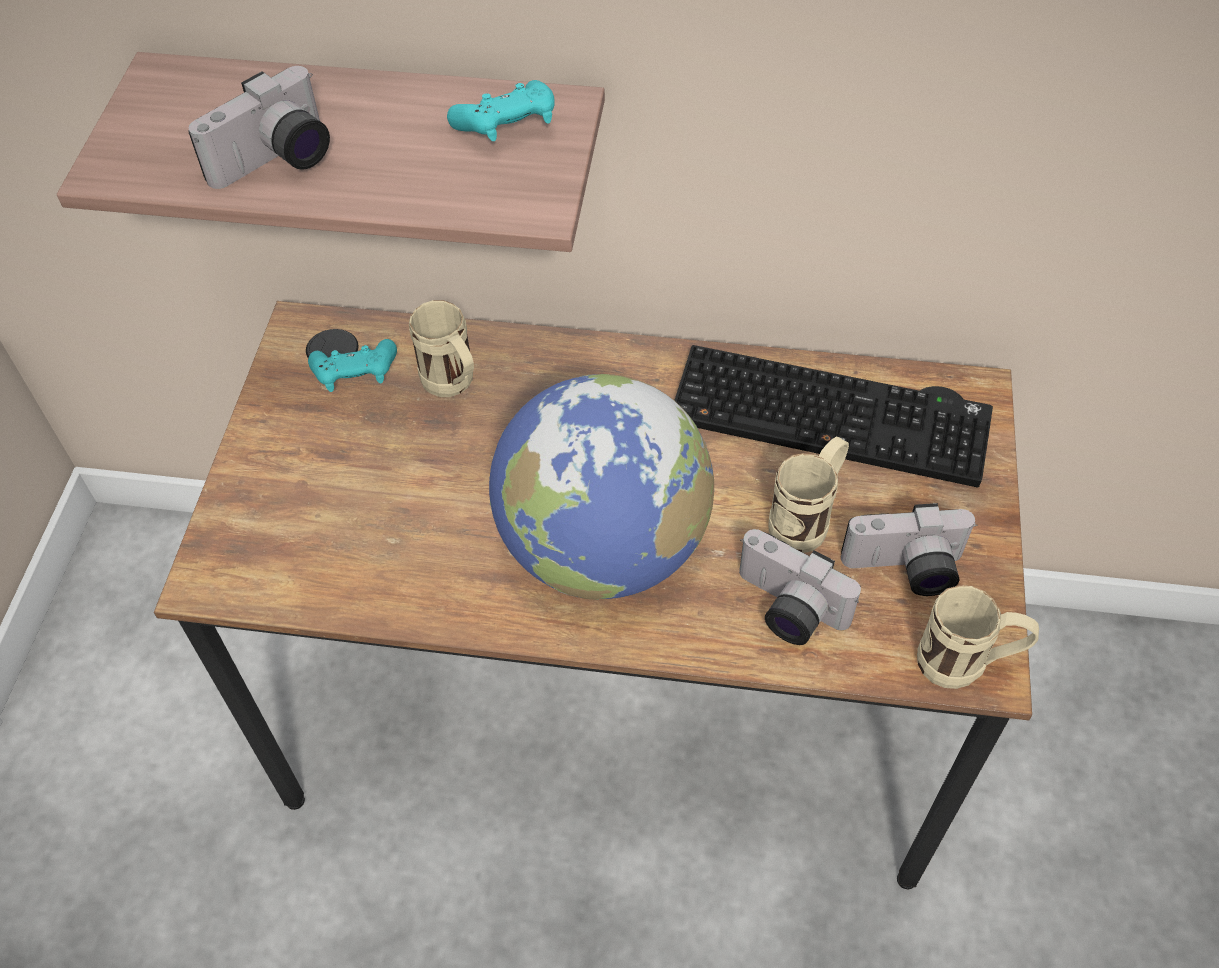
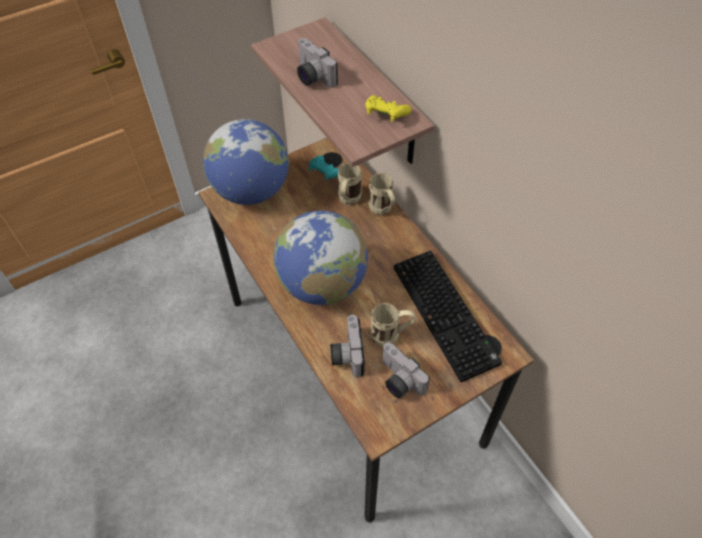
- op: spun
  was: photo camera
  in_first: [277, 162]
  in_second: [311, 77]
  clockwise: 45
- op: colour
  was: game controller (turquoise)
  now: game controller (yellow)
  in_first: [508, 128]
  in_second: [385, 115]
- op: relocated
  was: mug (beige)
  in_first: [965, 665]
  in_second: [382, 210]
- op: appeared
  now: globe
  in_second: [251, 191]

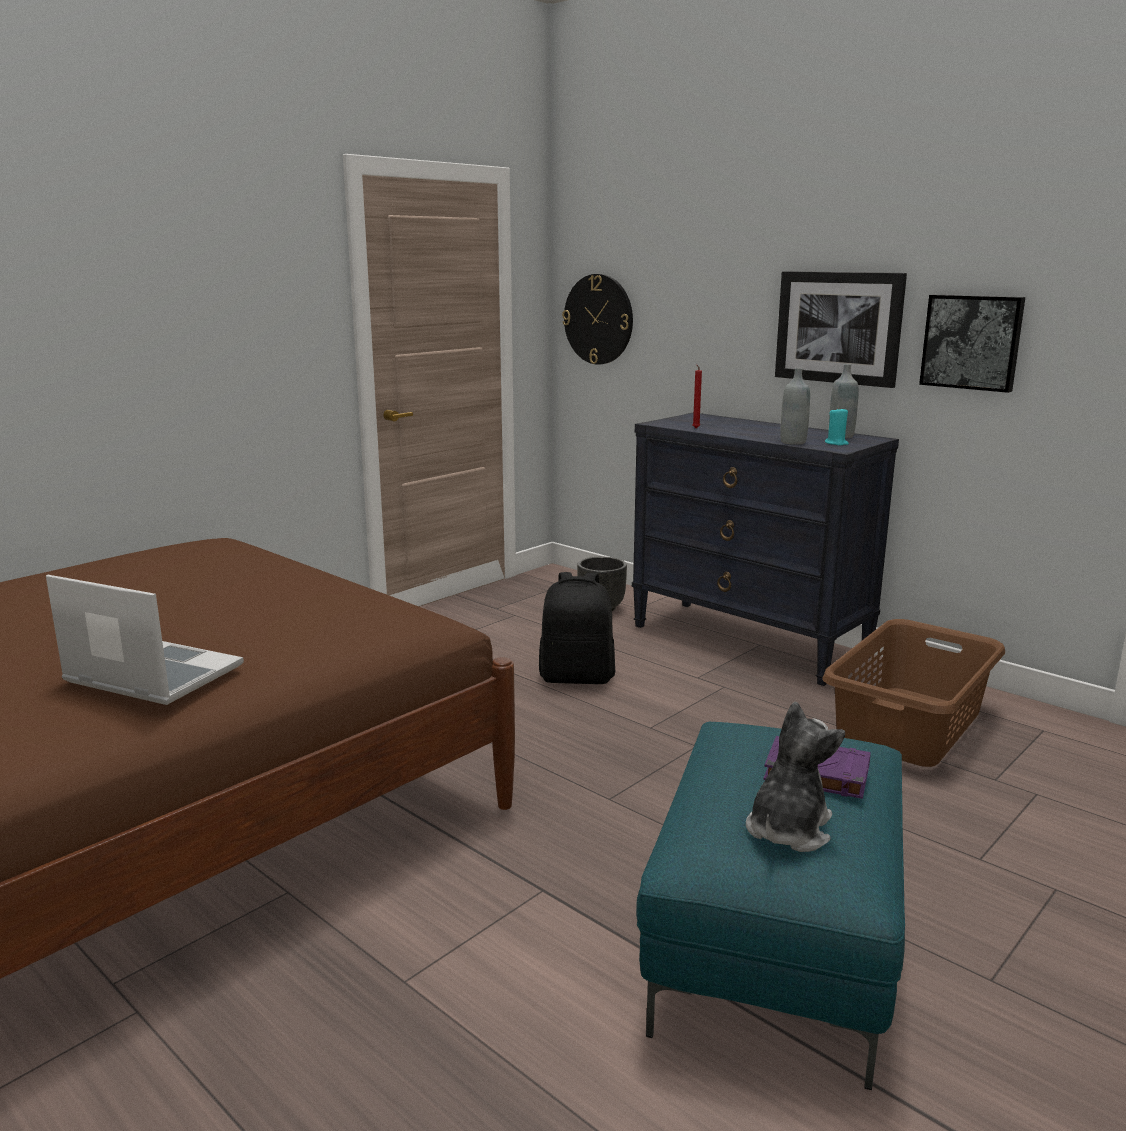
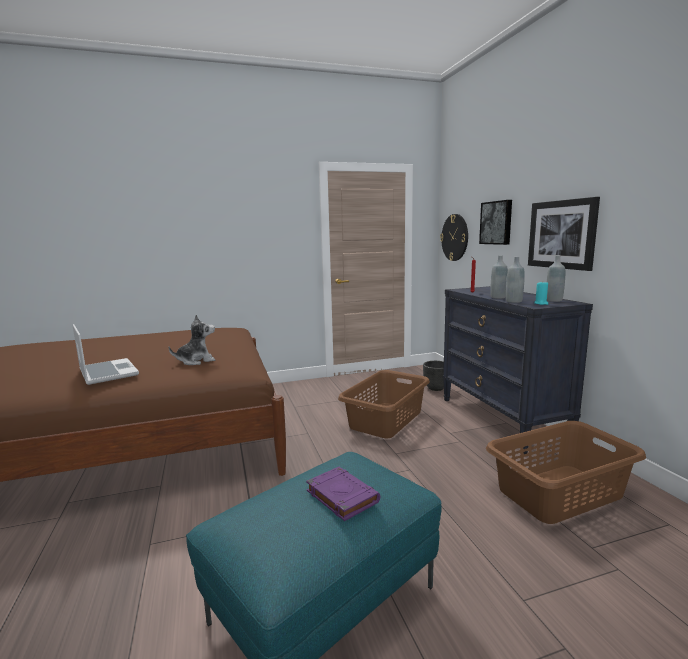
- op: exchanged
  was: backpack (black)
  now: laundry basket (brown)
  in_first: [577, 677]
  in_second: [386, 419]
- op: relocated
  was: plush toy
  in_first: [788, 829]
  in_second: [196, 361]
- op: relocated
  was: picture
  in_first: [972, 342]
  in_second: [496, 223]
- op: appeared
  now: bottle (grey)
  in_second: [498, 297]

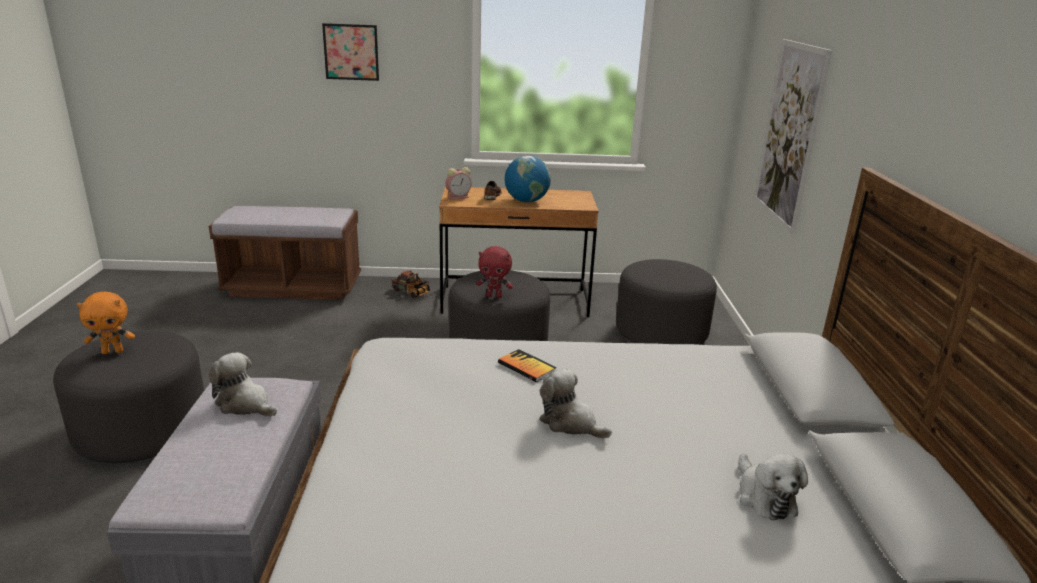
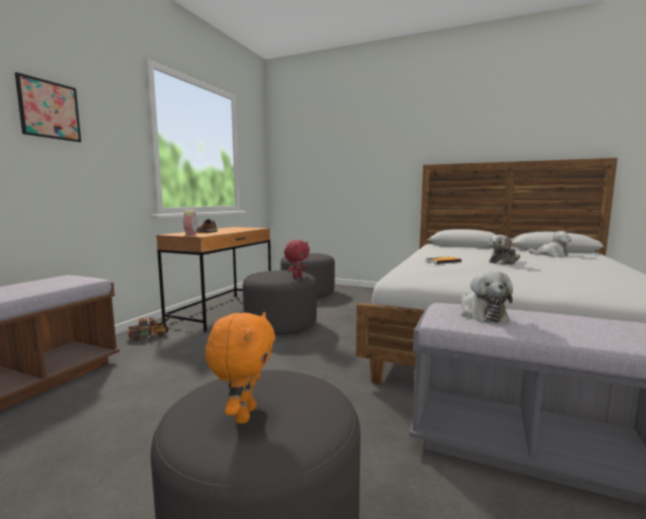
- op: spun
  was: plush toy
  in_first: [245, 404]
  in_second: [481, 314]
  clockwise: -60
- op: missing
  was: globe
  in_first: [526, 201]
- op: missing
  was: picture
  in_first: [789, 134]

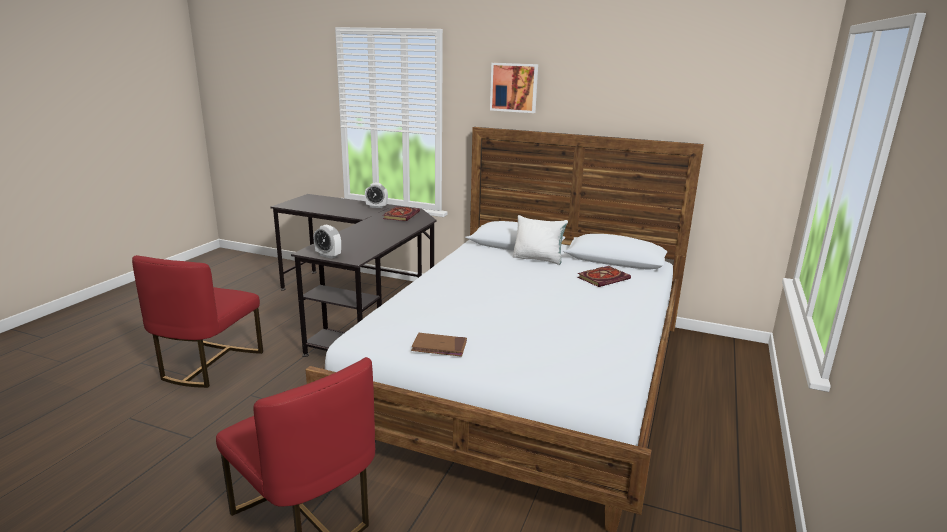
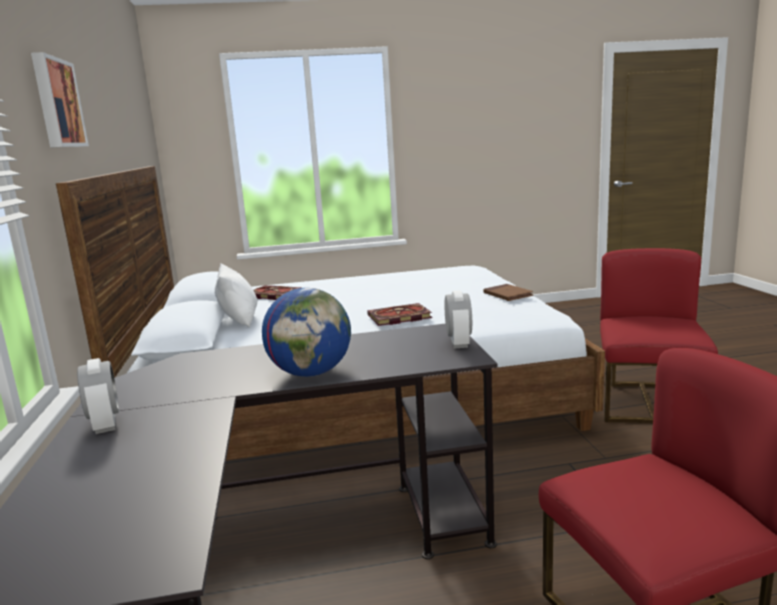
- op: relocated
  was: book
  in_first: [401, 215]
  in_second: [398, 317]
- op: appeared
  now: globe
  in_second: [311, 373]

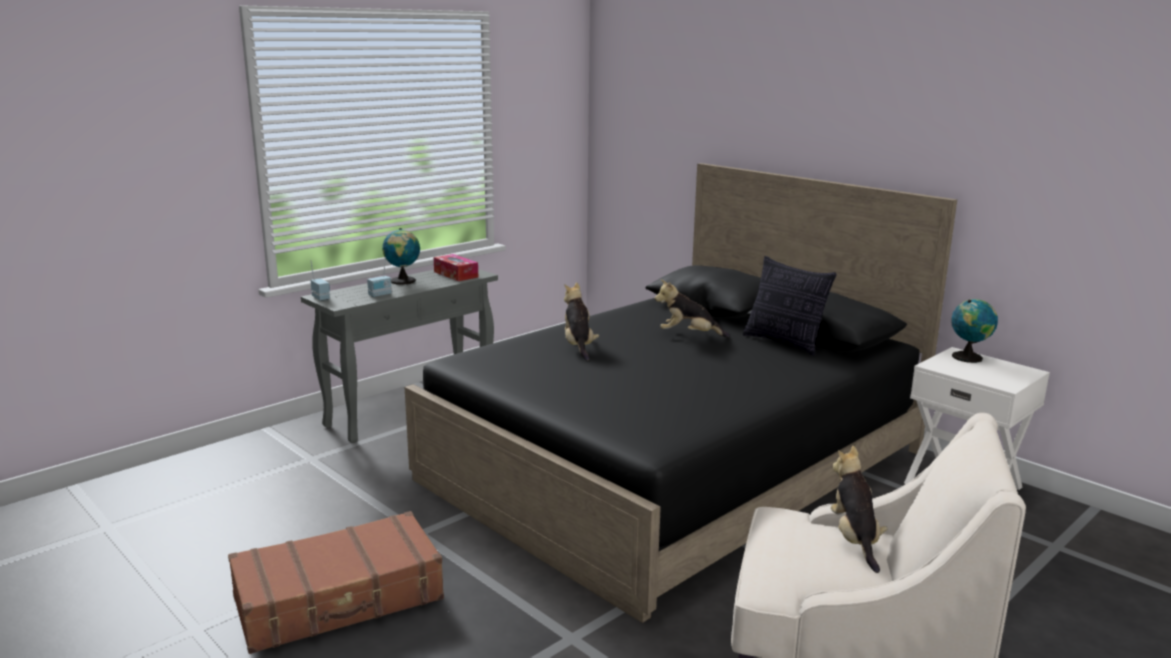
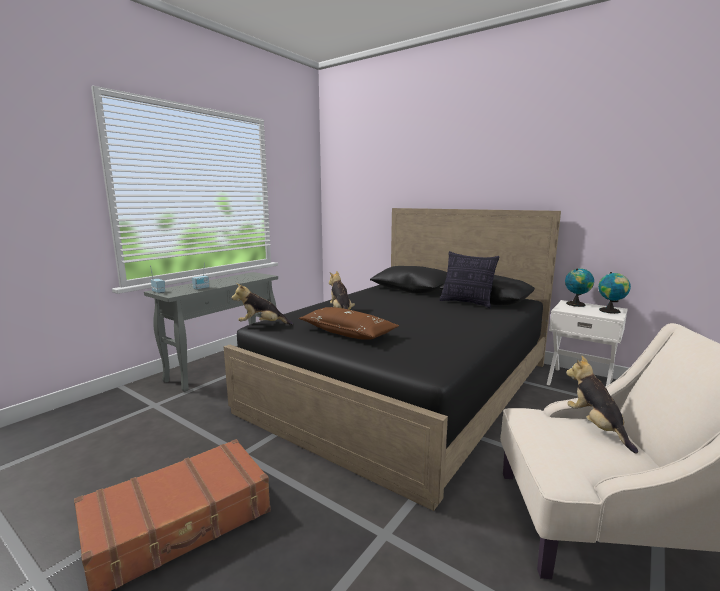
- op: relocated
  was: globe
  in_first: [403, 281]
  in_second: [611, 311]
- op: missing
  was: tissue box
  in_first: [456, 274]
- op: relocated
  was: plush toy
  in_first: [688, 335]
  in_second: [262, 325]
- op: appeared
  now: pillow (brown)
  in_second: [348, 332]

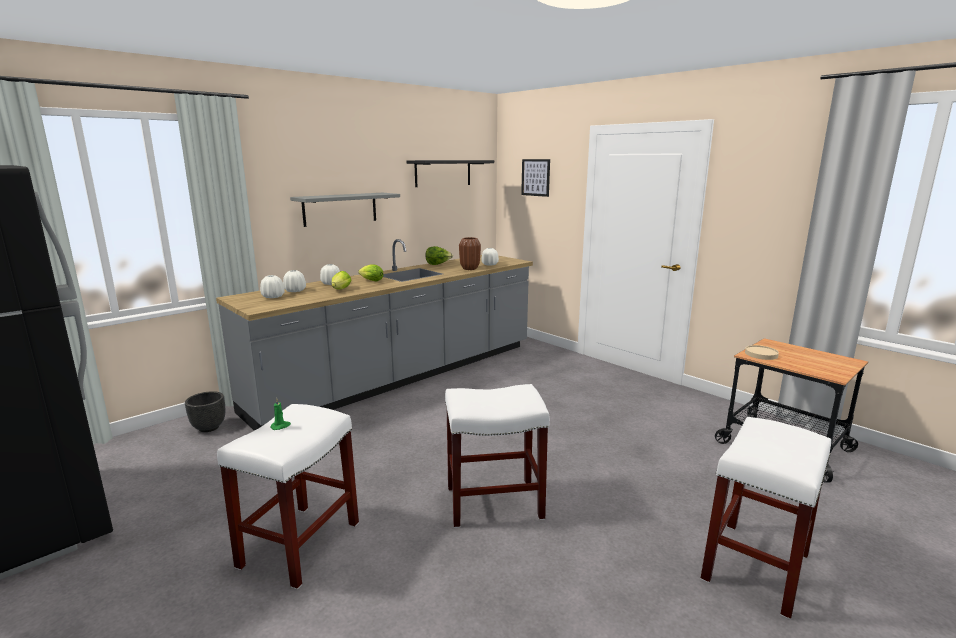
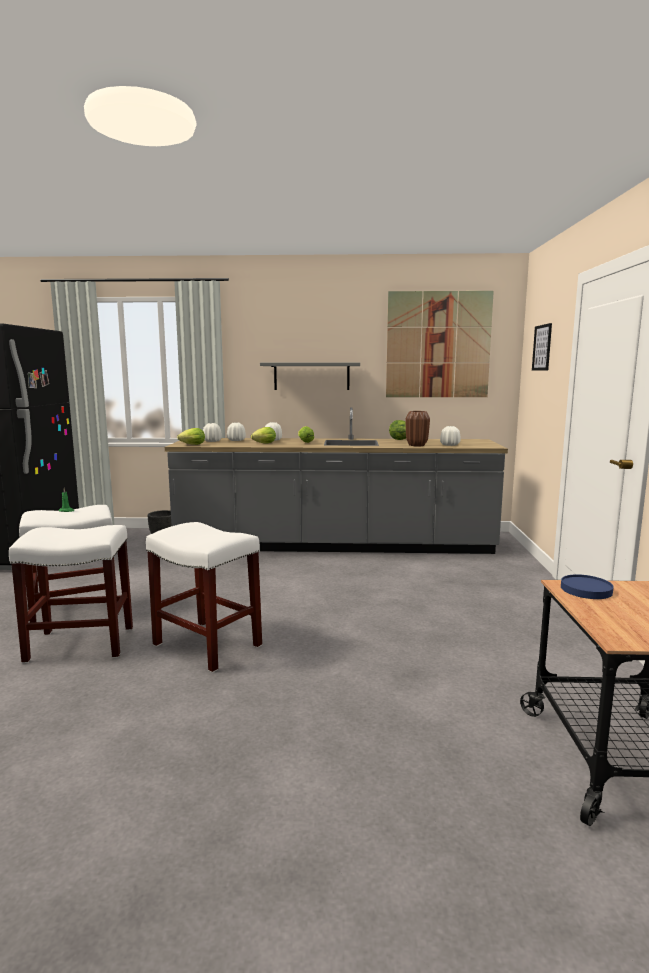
- op: exchanged
  was: shelf (black)
  now: picture
  in_first: [443, 173]
  in_second: [438, 345]
- op: relocated
  was: stool (white)
  in_first: [756, 567]
  in_second: [79, 644]
- op: colour
  was: plate (beige)
  now: plate (blue)
  in_first: [761, 354]
  in_second: [585, 589]
- op: appeared
  now: lettuce
  in_second: [191, 445]

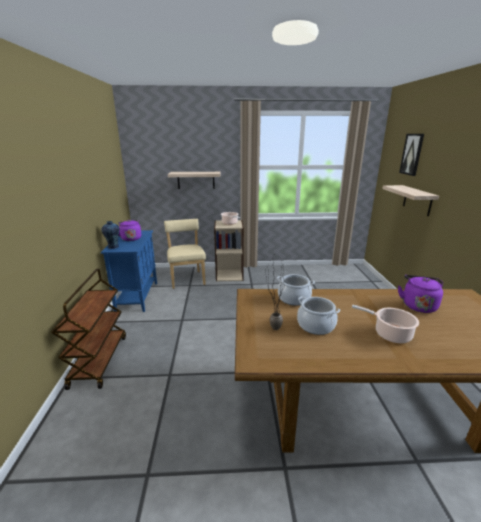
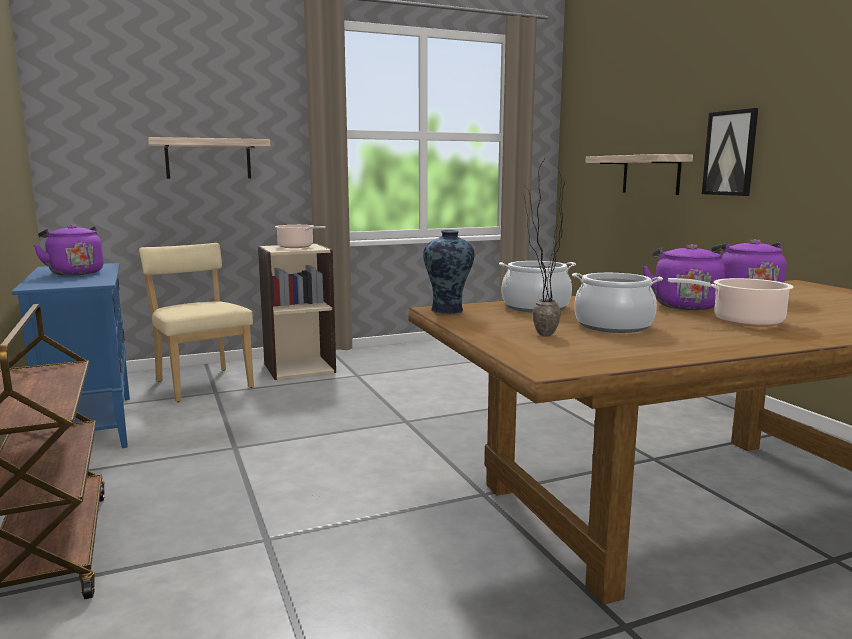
- op: relocated
  was: vase
  in_first: [113, 247]
  in_second: [448, 311]
- op: relocated
  was: picture
  in_first: [412, 154]
  in_second: [730, 153]
- op: appeared
  now: kettle (purple)
  in_second: [684, 305]

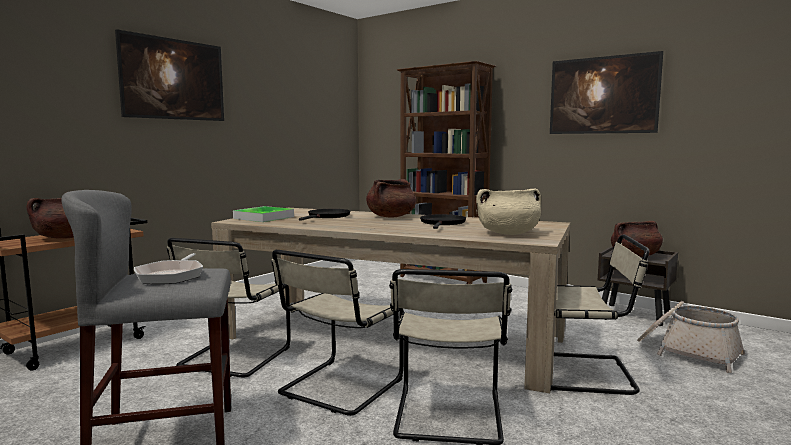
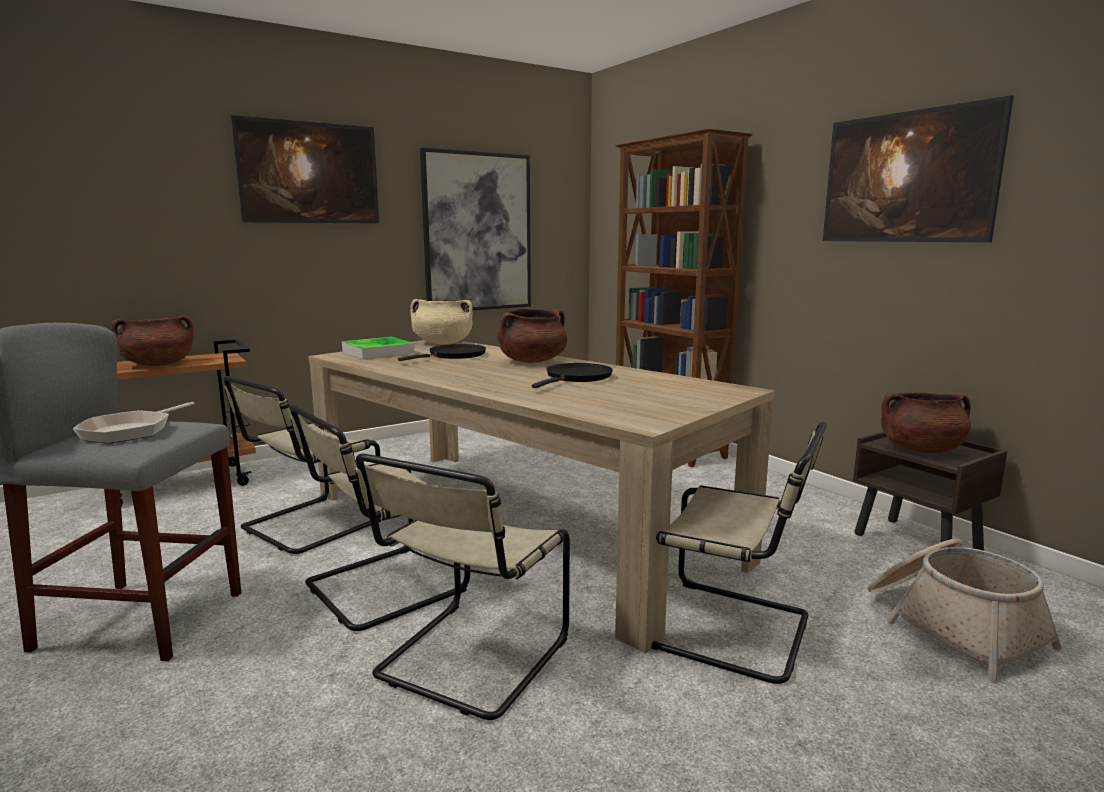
- op: relocated
  was: cooking pot (beige)
  in_first: [508, 233]
  in_second: [442, 343]
- op: appeared
  now: picture
  in_second: [477, 232]

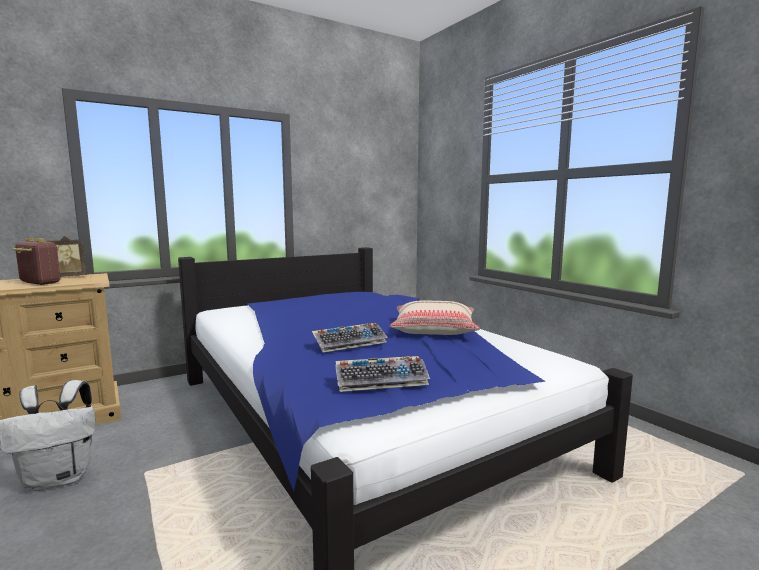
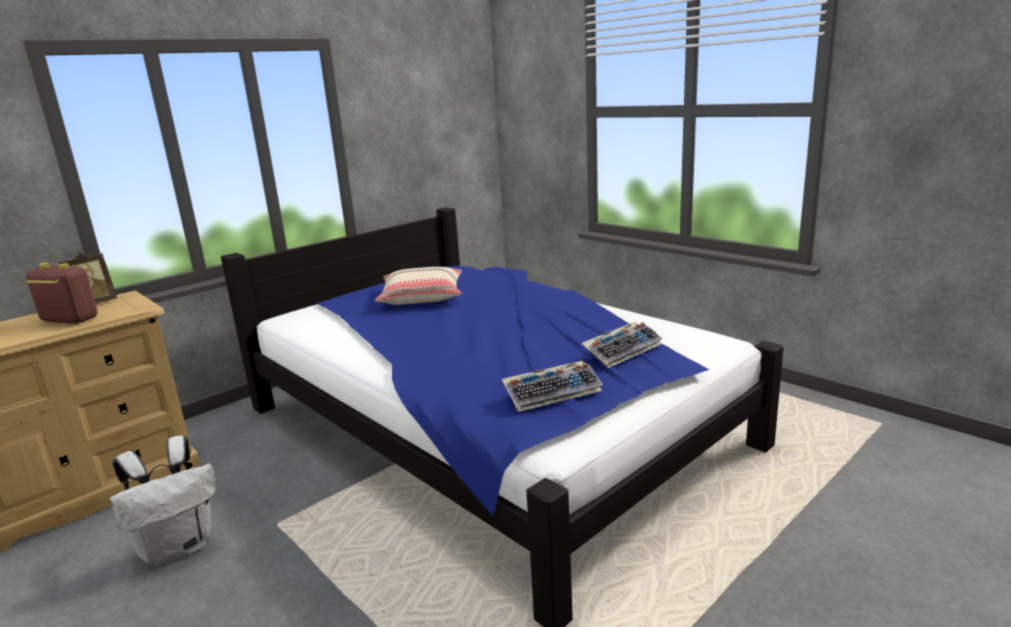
- op: relocated
  was: keyboard
  in_first: [350, 343]
  in_second: [622, 350]
- op: relocated
  was: pillow (beige)
  in_first: [434, 329]
  in_second: [422, 297]

